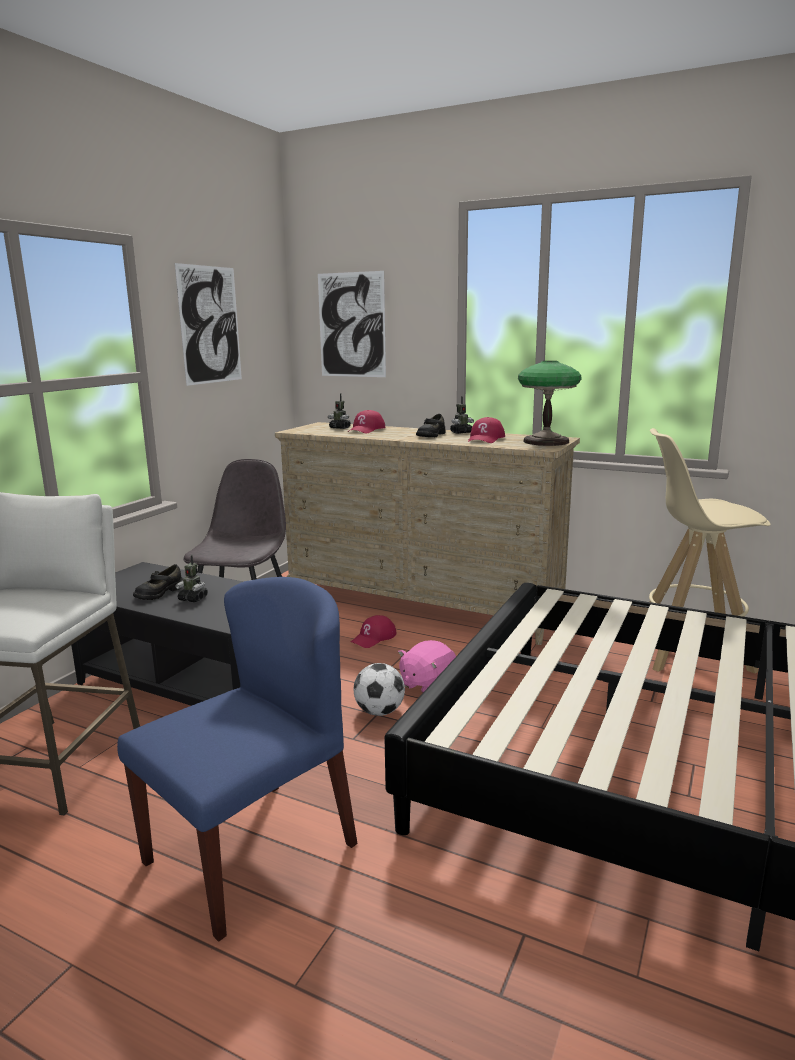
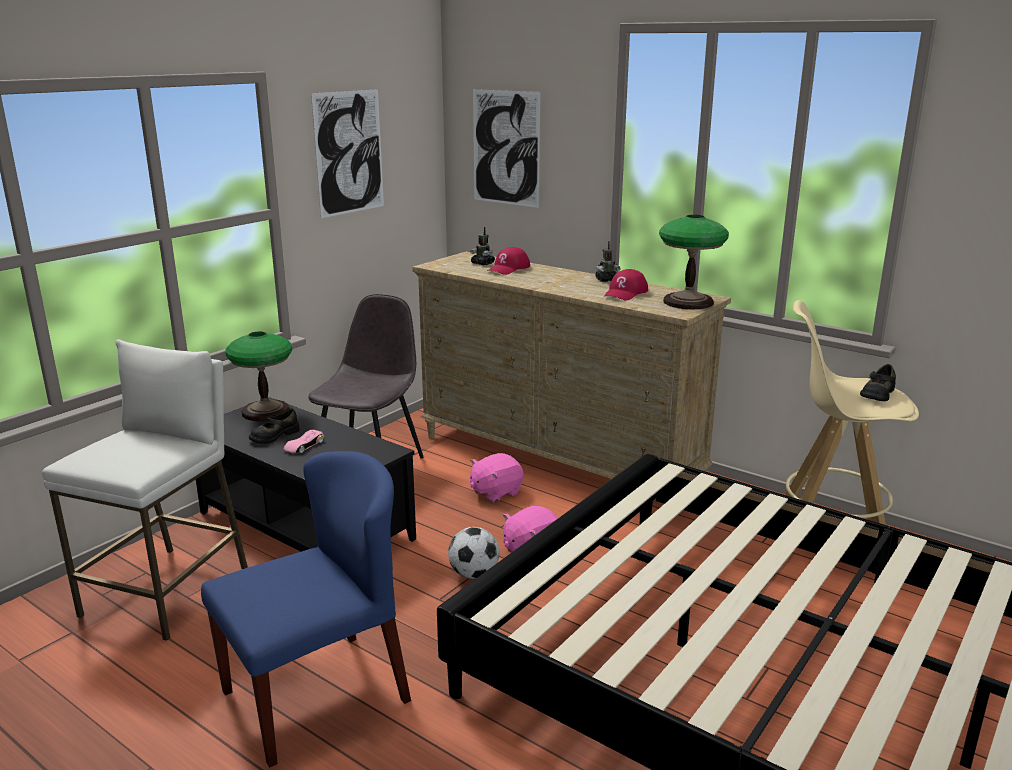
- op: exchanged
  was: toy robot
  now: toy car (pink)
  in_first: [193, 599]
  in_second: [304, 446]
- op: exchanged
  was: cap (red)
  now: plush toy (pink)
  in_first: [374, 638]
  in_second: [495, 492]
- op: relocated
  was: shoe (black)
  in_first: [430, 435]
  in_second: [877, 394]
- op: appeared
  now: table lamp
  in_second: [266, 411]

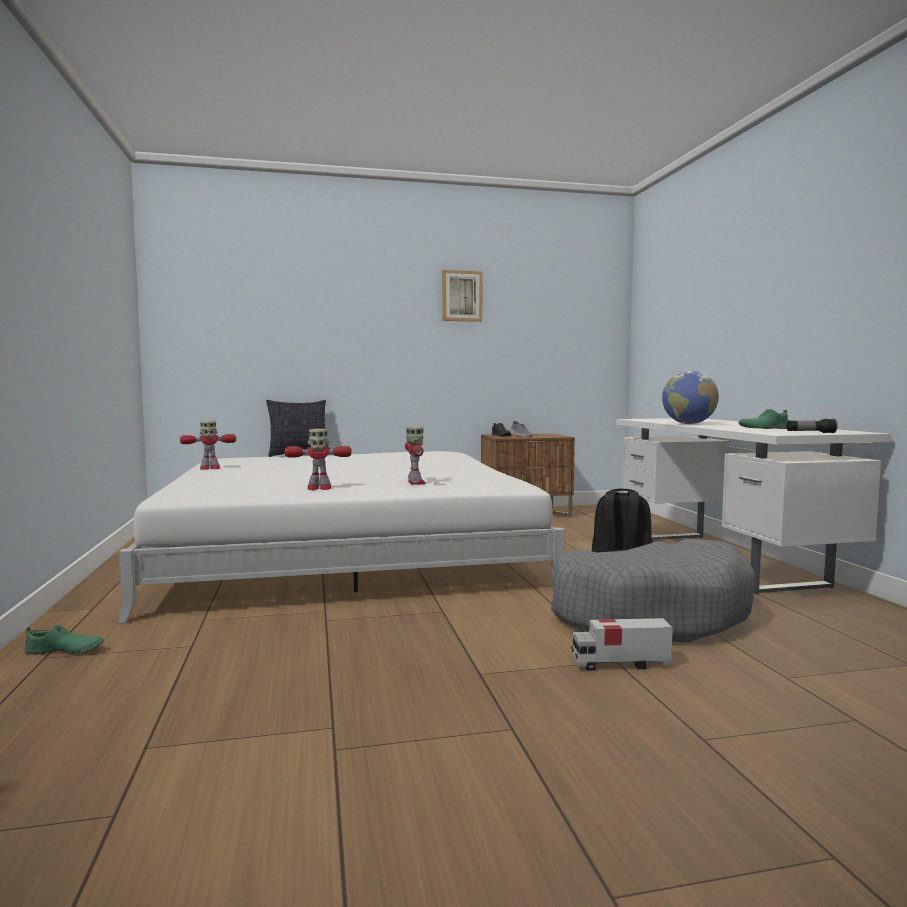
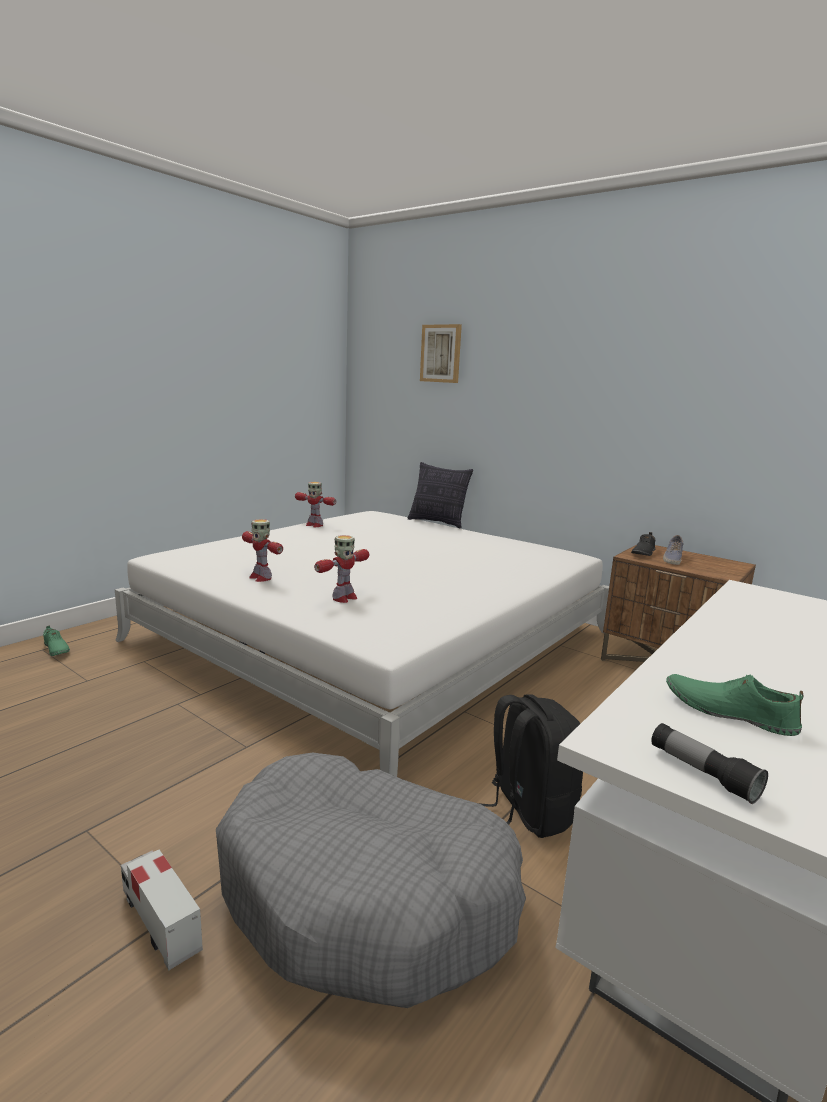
- op: relocated
  was: picture
  in_first: [462, 296]
  in_second: [441, 353]
- op: missing
  was: globe
  in_first: [689, 424]

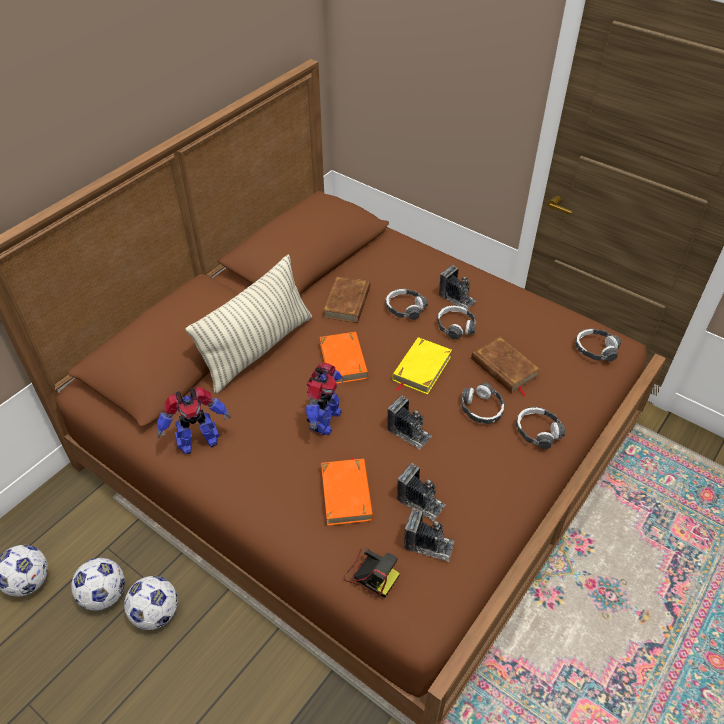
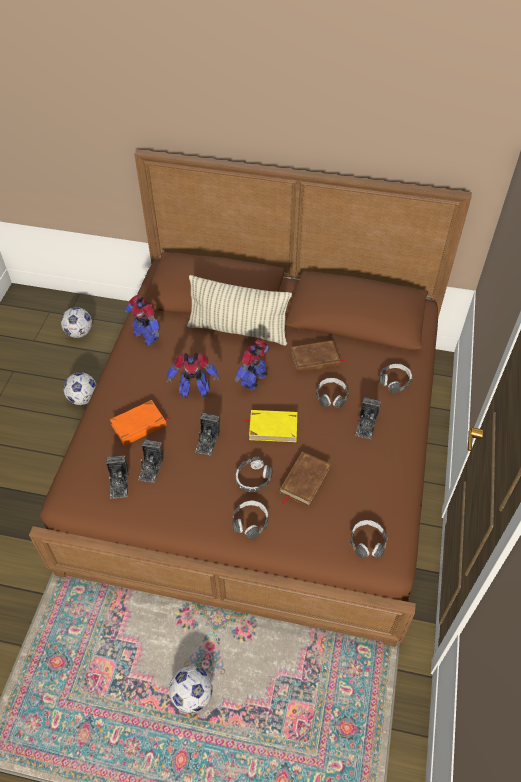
- op: relocated
  was: football
  in_first: [104, 595]
  in_second: [192, 695]
- op: exchanged
  was: book (orange)
  now: toy robot
  in_first: [343, 360]
  in_second: [254, 380]
- op: missing
  was: photo camera
  in_first: [371, 574]
- op: relocated
  was: headphones
  in_first: [455, 326]
  in_second: [395, 381]

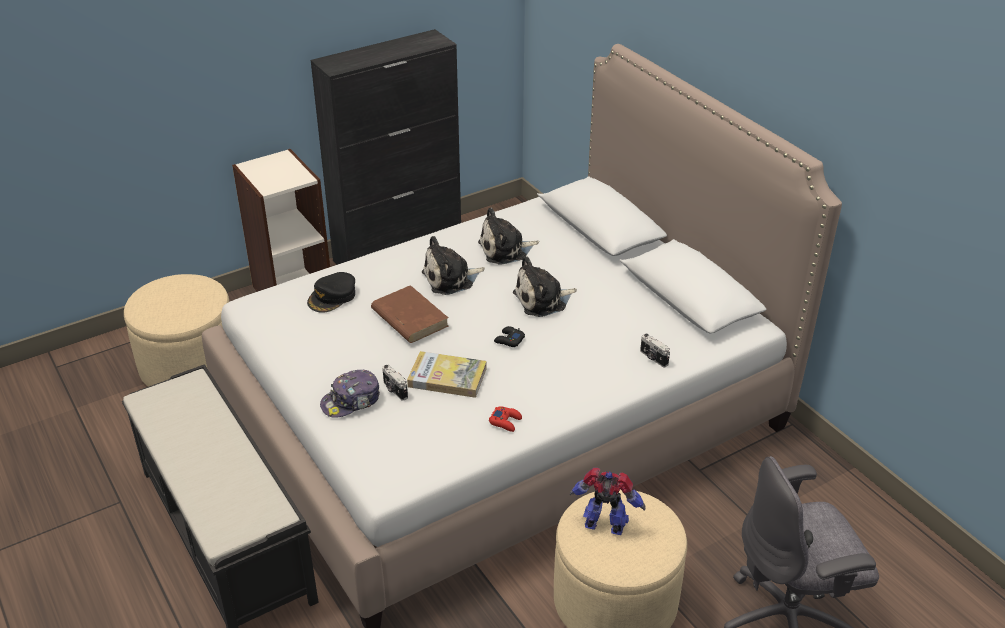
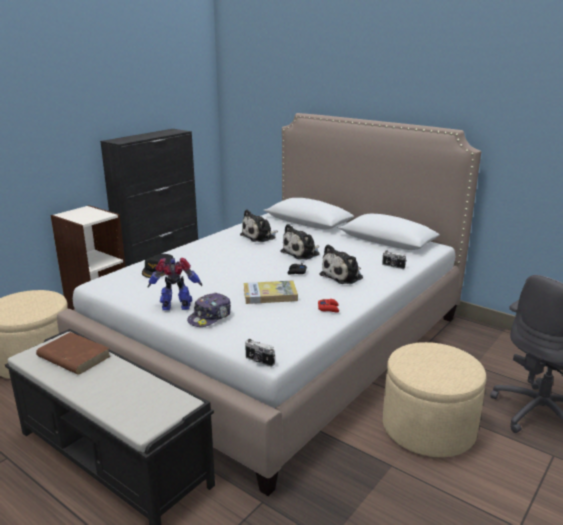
- op: relocated
  was: book (brown)
  in_first: [409, 318]
  in_second: [73, 356]
- op: relocated
  was: photo camera
  in_first: [394, 390]
  in_second: [259, 361]
- op: relocated
  was: plush toy
  in_first: [451, 279]
  in_second: [343, 276]
- op: relocated
  was: toy robot
  in_first: [605, 526]
  in_second: [176, 307]

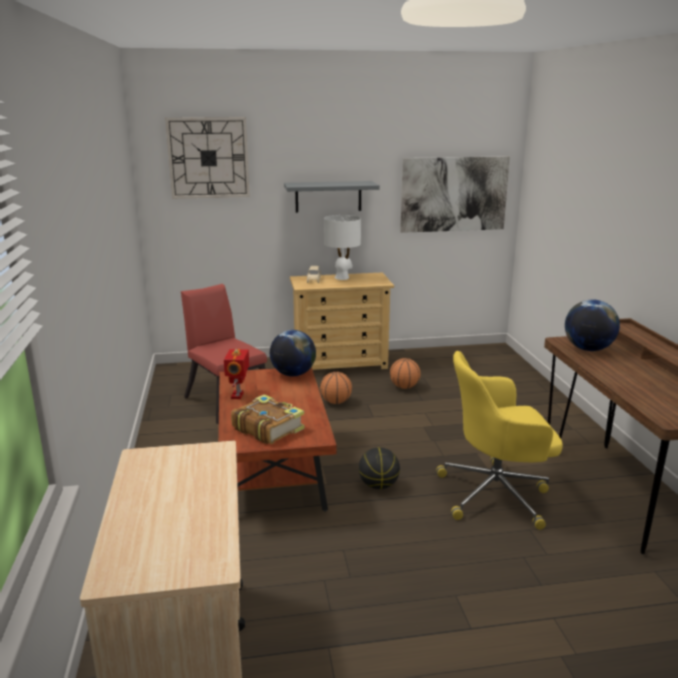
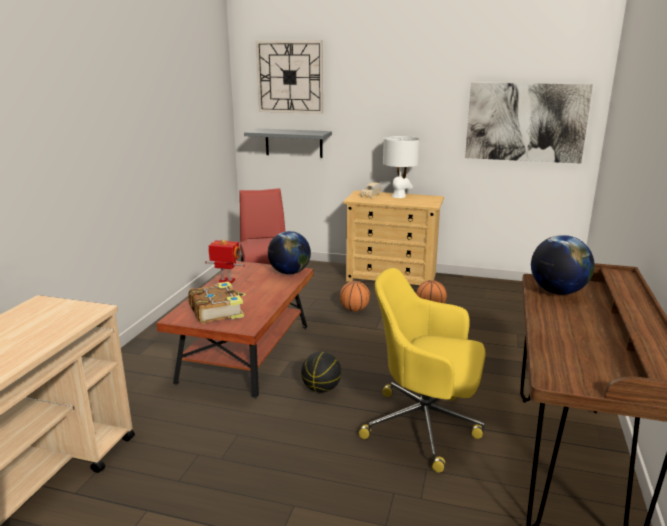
- op: spun
  was: toy robot
  in_first: [238, 395]
  in_second: [226, 281]
  clockwise: 75
- op: relocated
  was: shelf (grey)
  in_first: [328, 196]
  in_second: [293, 143]

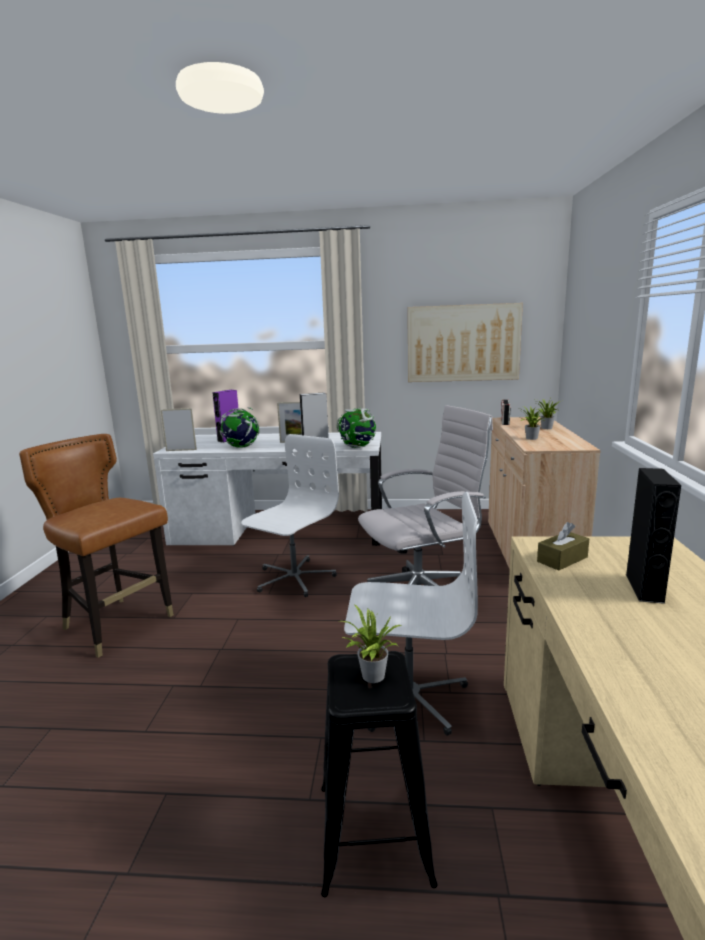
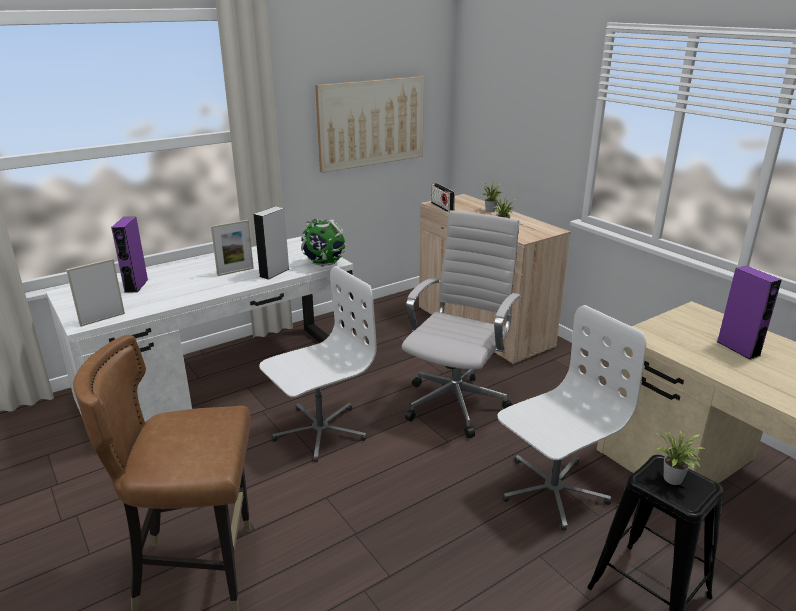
- op: missing
  was: globe
  in_first: [241, 447]
- op: spun
  was: office chair (white)
  in_first: [294, 578]
  in_second: [319, 431]
  clockwise: 60
- op: missing
  was: tissue box (brown)
  in_first: [562, 559]
- op: colour
  was: speaker (black)
  now: speaker (purple)
  in_first: [644, 588]
  in_second: [738, 348]

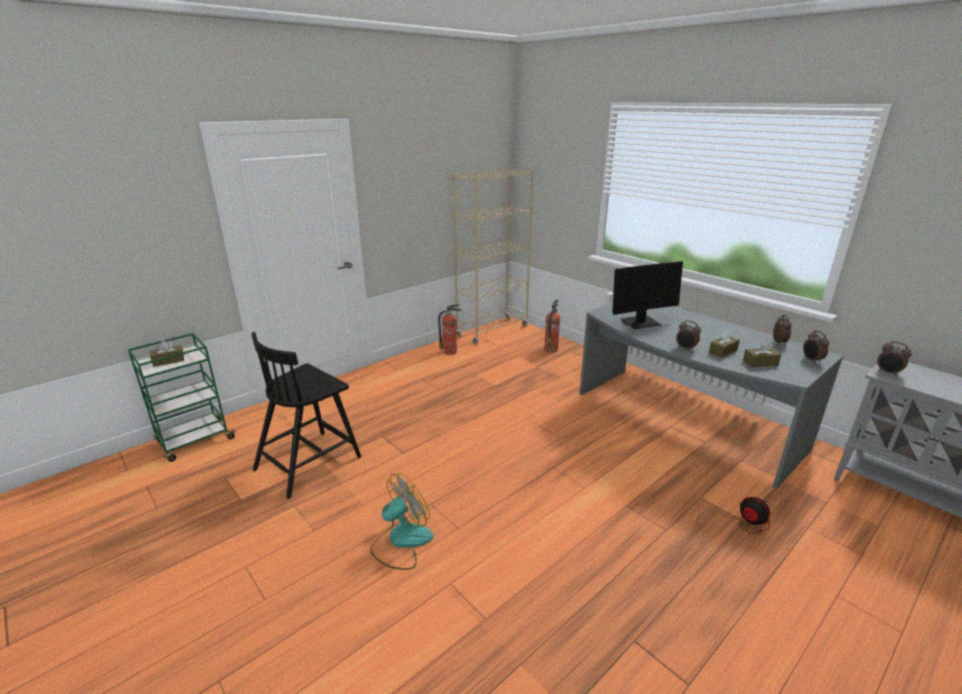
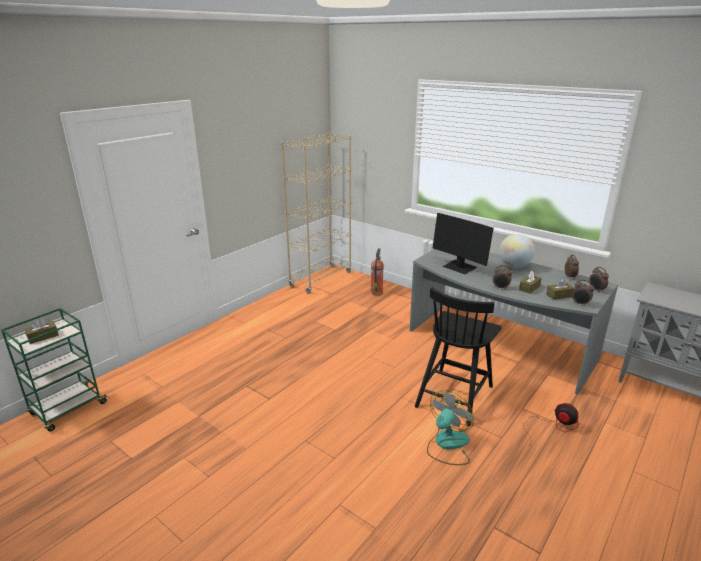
- op: relocated
  was: chair (black)
  in_first: [309, 462]
  in_second: [454, 395]
- op: relocated
  was: fan
  in_first: [401, 541]
  in_second: [447, 445]
- op: missing
  was: fire extinguisher
  in_first: [451, 351]
- op: spun
  was: monitor
  in_first: [640, 323]
  in_second: [459, 267]
  clockwise: 75
- op: relocated
  was: alarm clock
  in_first: [888, 372]
  in_second: [580, 304]
- op: appeared
  now: globe
  in_second: [514, 266]

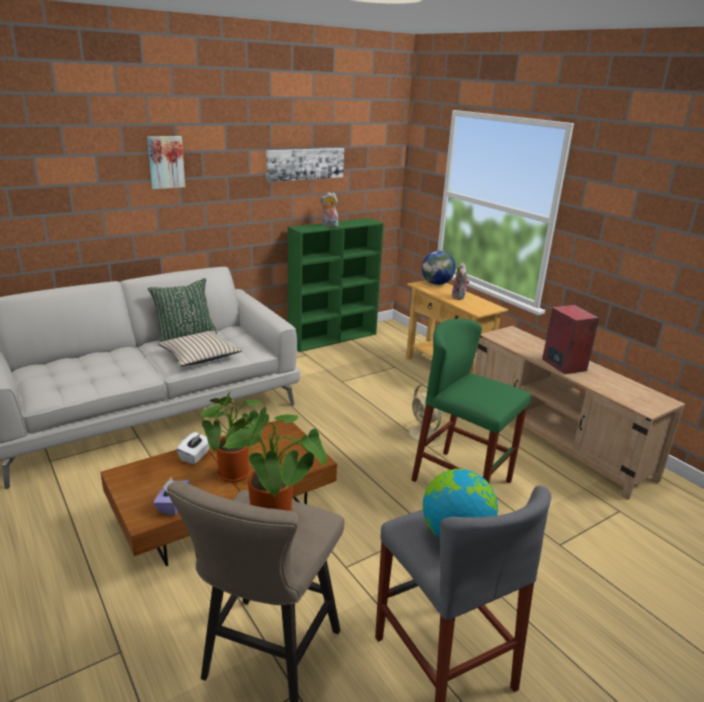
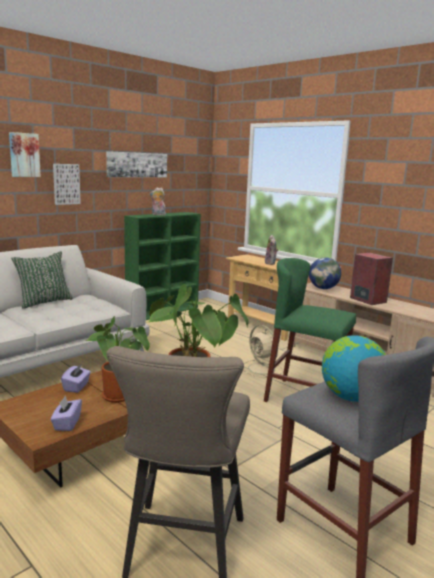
- op: missing
  was: pillow (beige)
  in_first: [199, 355]
- op: colour
  was: tissue box (white)
  now: tissue box (purple)
  in_first: [195, 456]
  in_second: [76, 387]
- op: relocated
  was: globe
  in_first: [436, 283]
  in_second: [323, 288]
- op: appeared
  now: picture
  in_second: [66, 184]

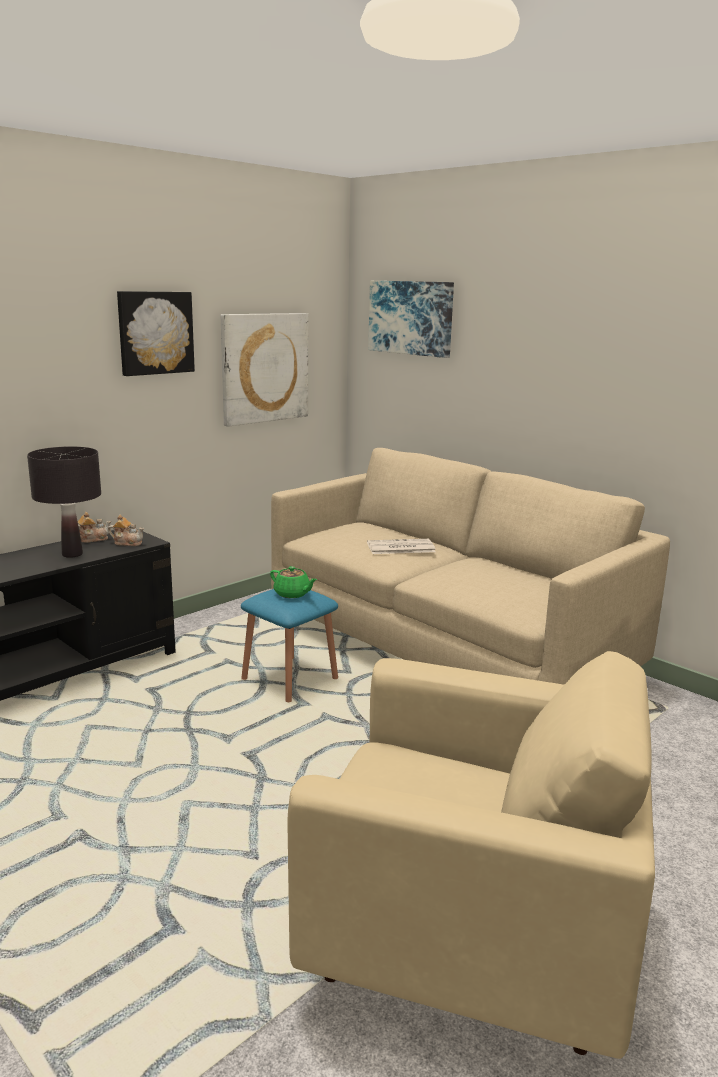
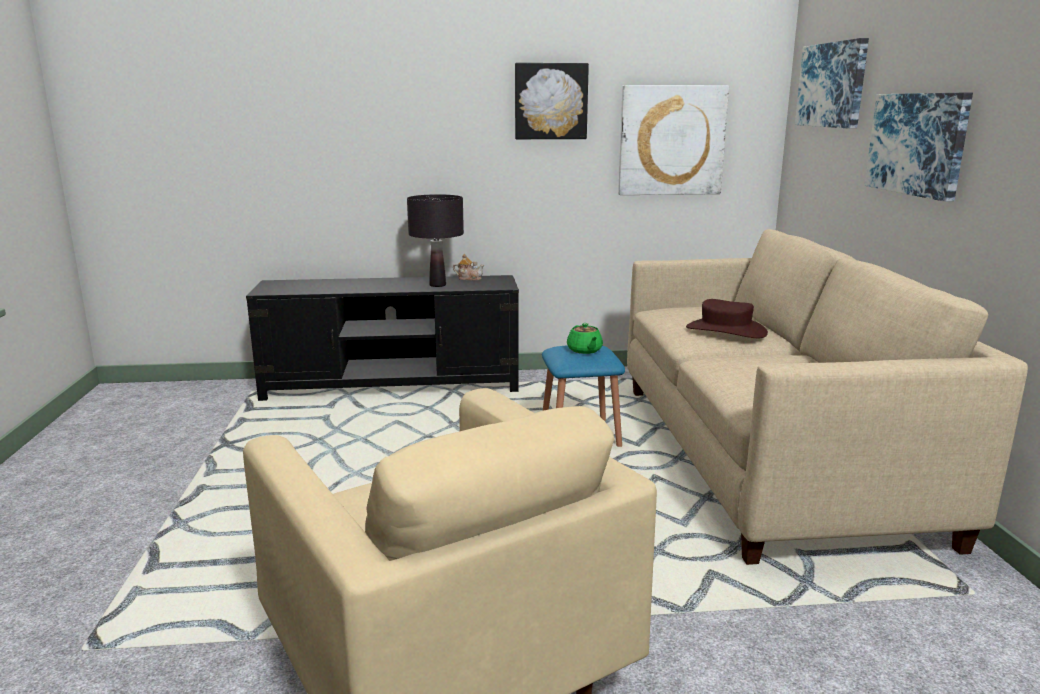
- op: missing
  was: teapot
  in_first: [127, 543]
- op: exchanged
  was: newspaper
  now: hat (brown)
  in_first: [400, 548]
  in_second: [725, 330]
- op: appeared
  now: picture
  in_second: [918, 144]

